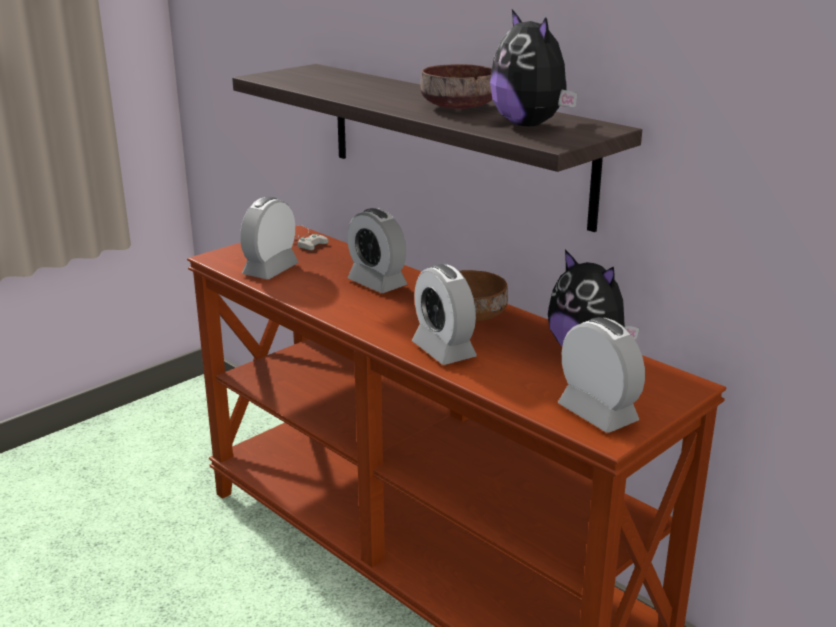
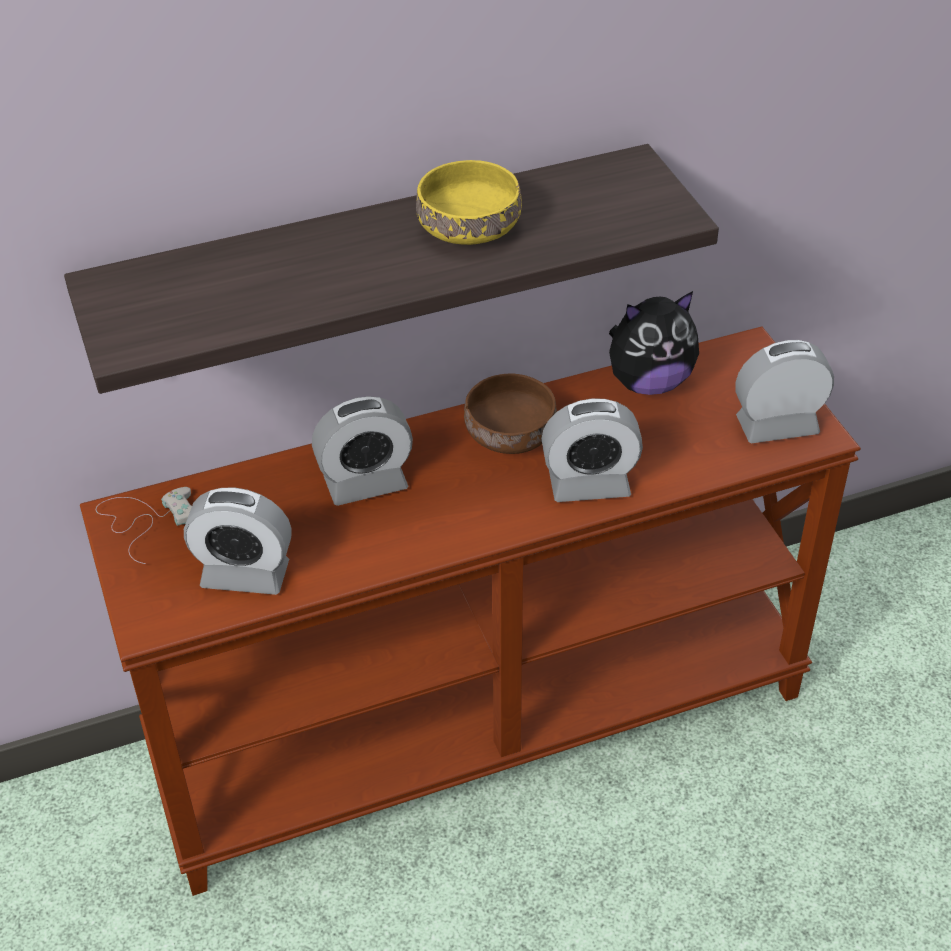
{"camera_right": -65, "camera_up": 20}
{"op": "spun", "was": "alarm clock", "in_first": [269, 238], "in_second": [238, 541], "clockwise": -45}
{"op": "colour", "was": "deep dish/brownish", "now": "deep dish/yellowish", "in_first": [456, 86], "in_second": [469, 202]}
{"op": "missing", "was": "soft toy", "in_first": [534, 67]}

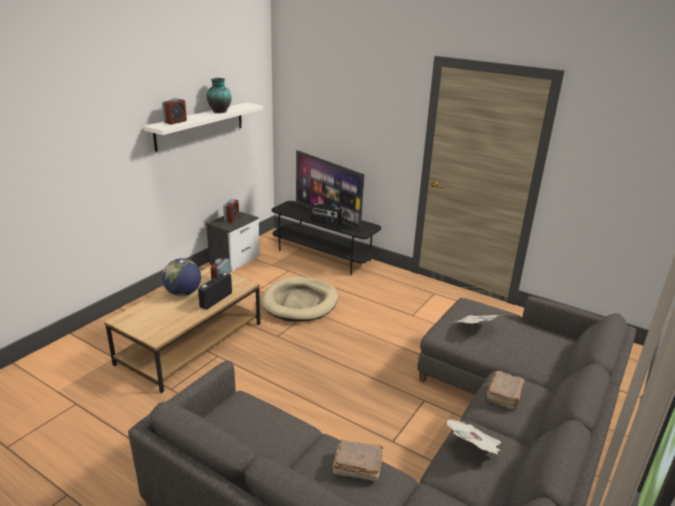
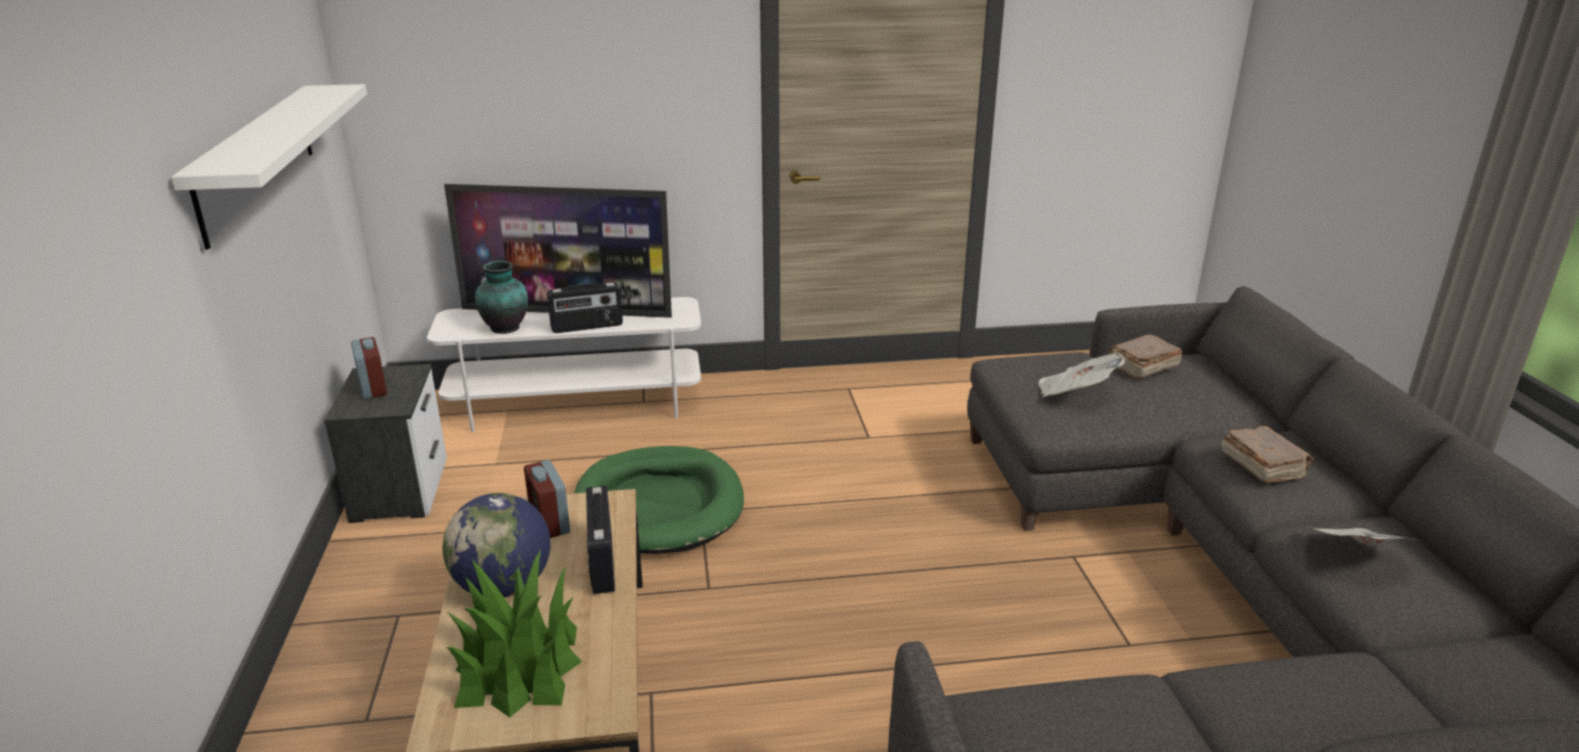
{"camera_right": -40, "camera_up": 0}
{"op": "missing", "was": "alarm clock", "in_first": [174, 111]}
{"op": "relocated", "was": "decorative vase", "in_first": [219, 95], "in_second": [501, 297]}
{"op": "colour", "was": "dog cushion/sand-coloured", "now": "dog cushion/greenish", "in_first": [299, 299], "in_second": [659, 500]}
{"op": "colour", "was": "media console/black-coloured", "now": "media console/white-coloured", "in_first": [326, 238], "in_second": [564, 364]}
{"op": "relocated", "was": "bound book/brownish", "in_first": [357, 461], "in_second": [1145, 357]}
{"op": "appeared", "now": "potted plant", "in_second": [513, 634]}

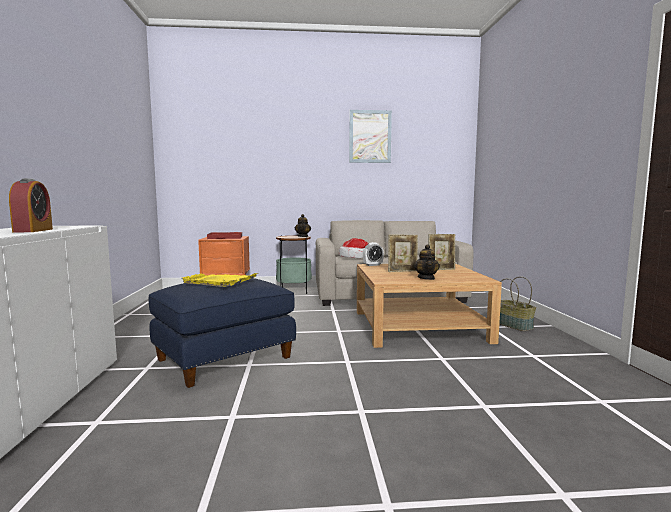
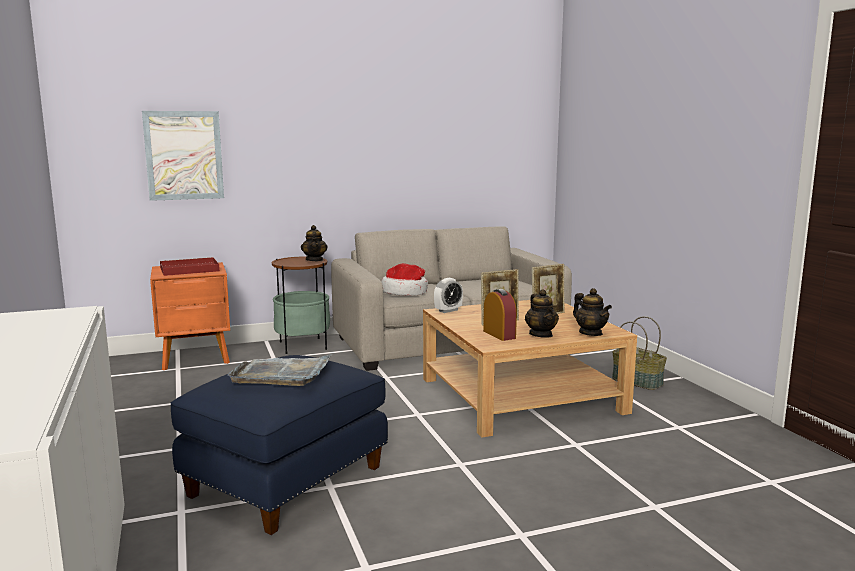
{"camera_right": -15, "camera_up": 5}
{"op": "relocated", "was": "alarm clock", "in_first": [31, 205], "in_second": [500, 315]}
{"op": "colour", "was": "tray/yellowish", "now": "tray/grey", "in_first": [219, 280], "in_second": [279, 370]}
{"op": "relocated", "was": "wall picture", "in_first": [370, 136], "in_second": [183, 156]}
{"op": "appeared", "now": "teapot", "in_second": [592, 312]}

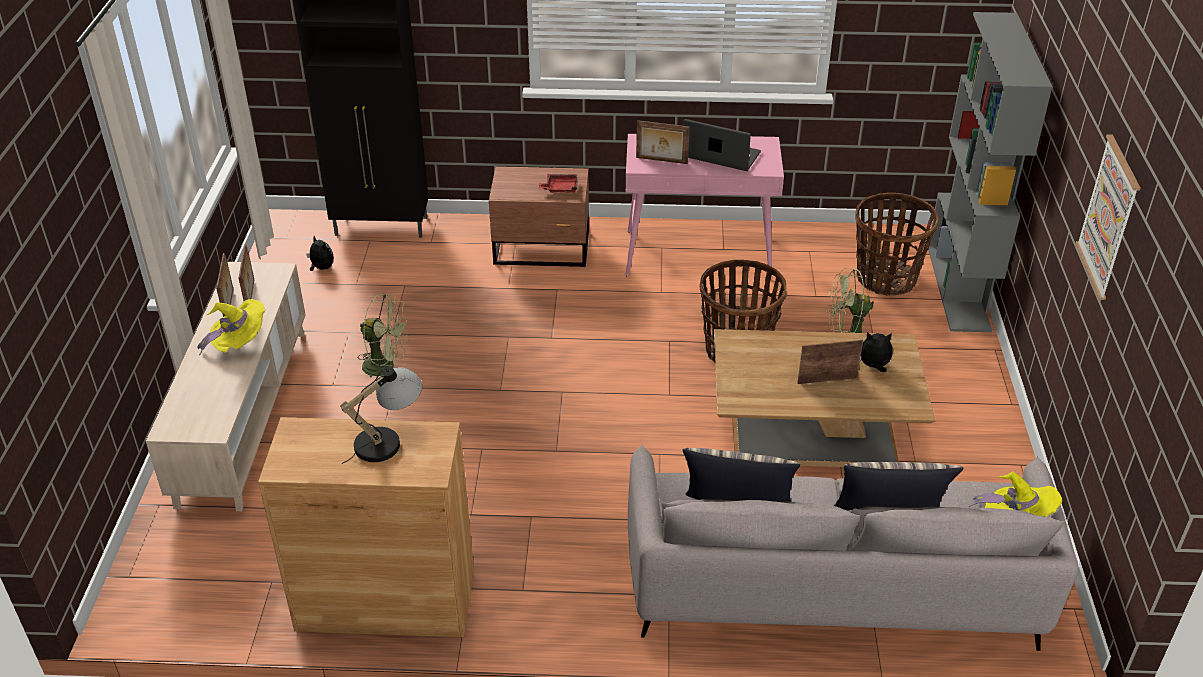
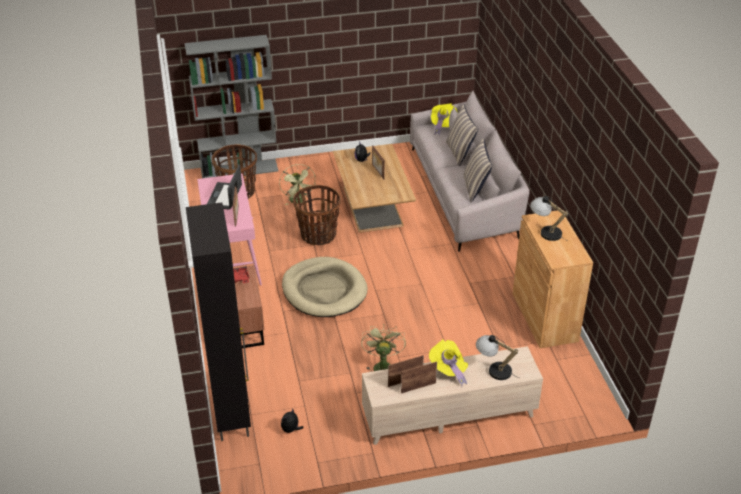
{"camera_right": -105, "camera_up": 0}
{"op": "missing", "was": "wall picture", "in_first": [1108, 217]}
{"op": "appeared", "now": "dog cushion/sand-coloured", "in_second": [325, 287]}
{"op": "appeared", "now": "table lamp", "in_second": [497, 357]}

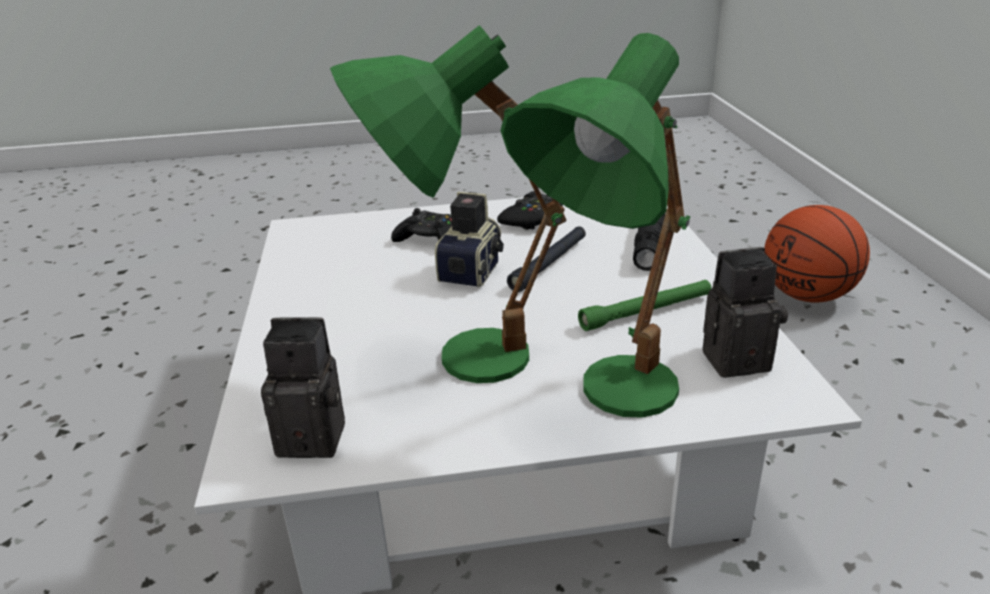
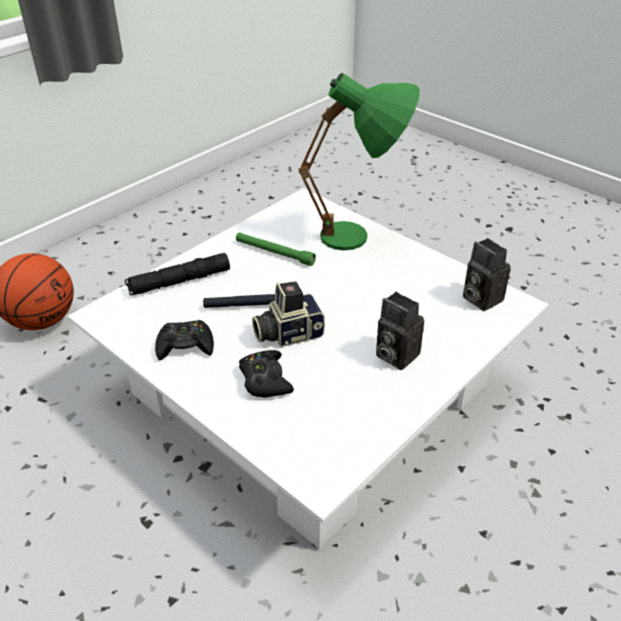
{"camera_right": -130, "camera_up": 10}
{"op": "missing", "was": "table lamp/greenish", "in_first": [448, 204]}
{"op": "relocated", "was": "still camera", "in_first": [745, 312], "in_second": [400, 331]}

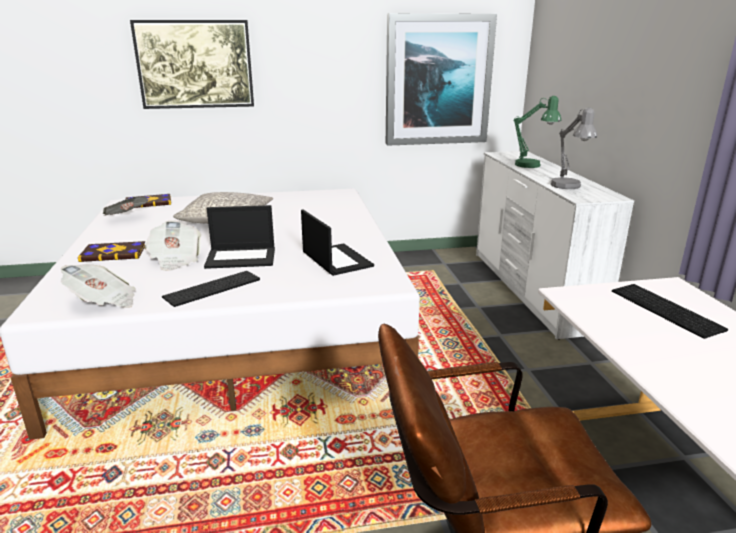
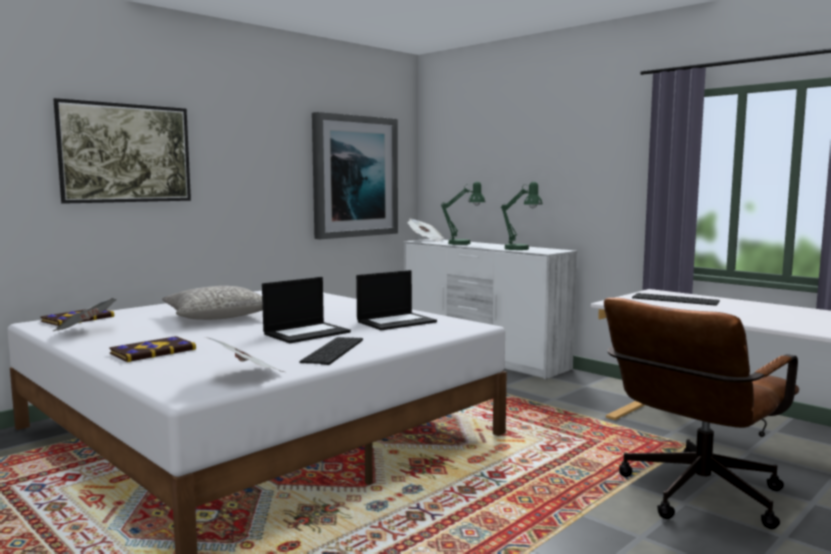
{"camera_right": -35, "camera_up": -15}
{"op": "relocated", "was": "printed paper", "in_first": [173, 245], "in_second": [425, 230]}
{"op": "spun", "was": "portable computer", "in_first": [337, 243], "in_second": [396, 300], "clockwise": 120}
{"op": "colour", "was": "table lamp/grey", "now": "table lamp/greenish", "in_first": [574, 148], "in_second": [522, 215]}

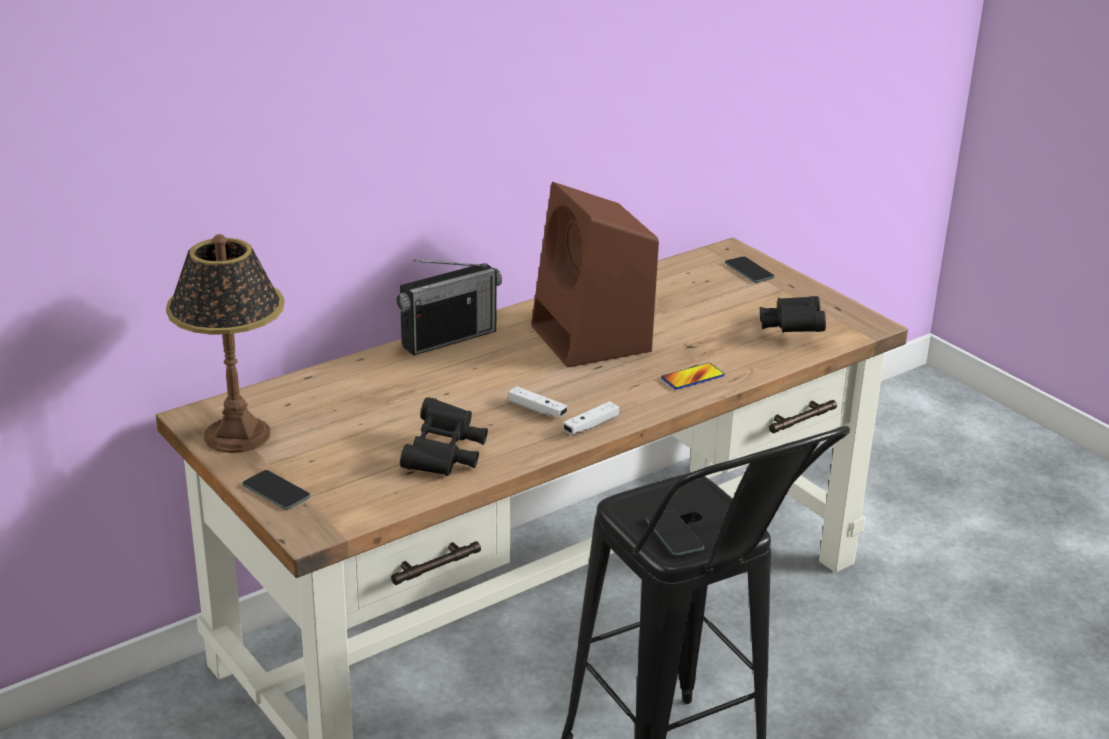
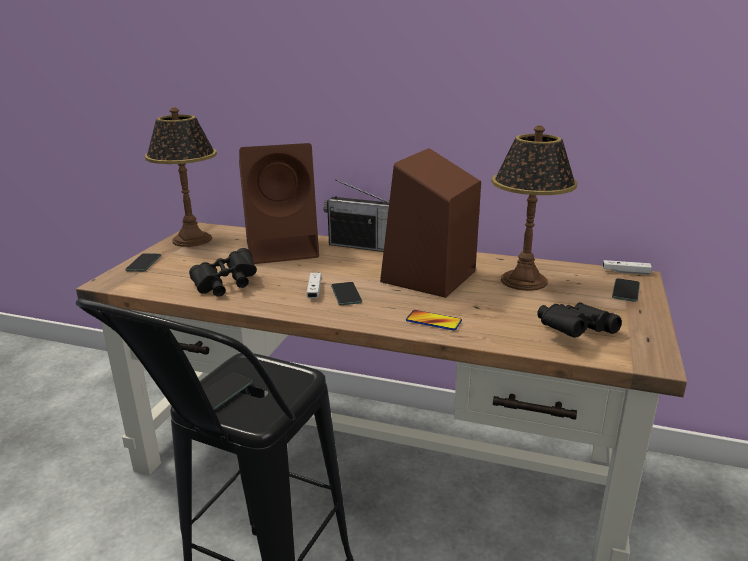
{"camera_right": 55, "camera_up": -5}
{"op": "relocated", "was": "gamepad/white-coloured", "in_first": [591, 417], "in_second": [627, 267]}
{"op": "appeared", "now": "speaker/brownish", "in_second": [279, 203]}
{"op": "appeared", "now": "handset", "in_second": [346, 293]}
{"op": "appeared", "now": "table lamp", "in_second": [534, 208]}

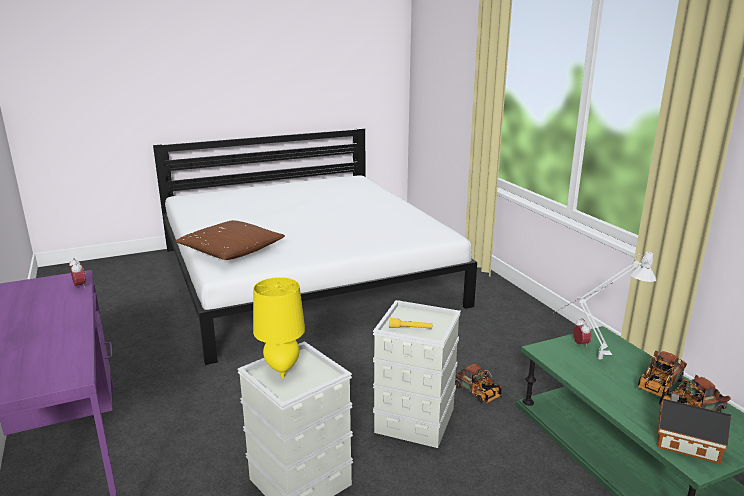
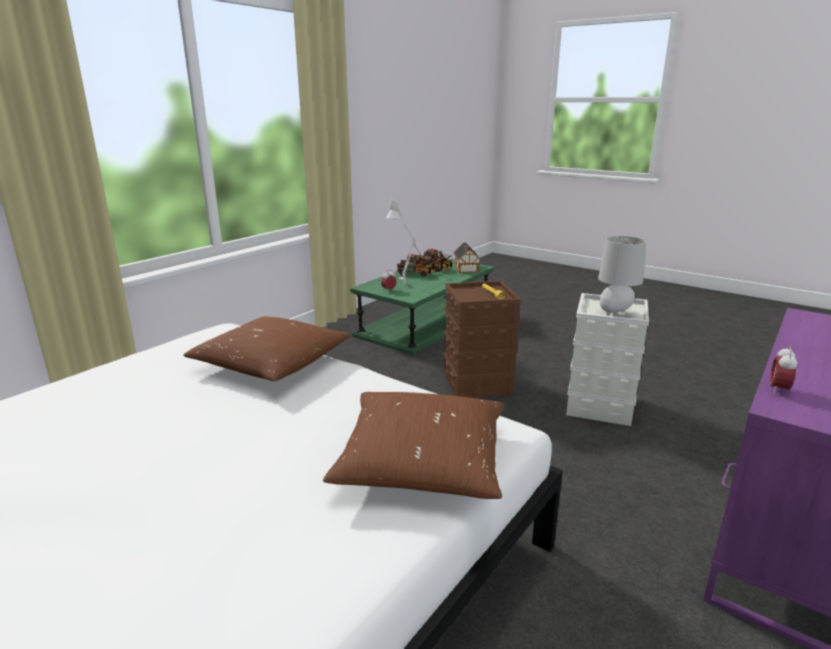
{"camera_right": -120, "camera_up": 0}
{"op": "colour", "was": "table lamp/yellowish", "now": "table lamp/grey", "in_first": [279, 327], "in_second": [622, 276]}
{"op": "colour", "was": "storage box/grey", "now": "storage box/brownish", "in_first": [417, 374], "in_second": [482, 339]}
{"op": "missing", "was": "toy truck", "in_first": [478, 383]}
{"op": "appeared", "now": "cushion/brownish", "in_second": [266, 348]}

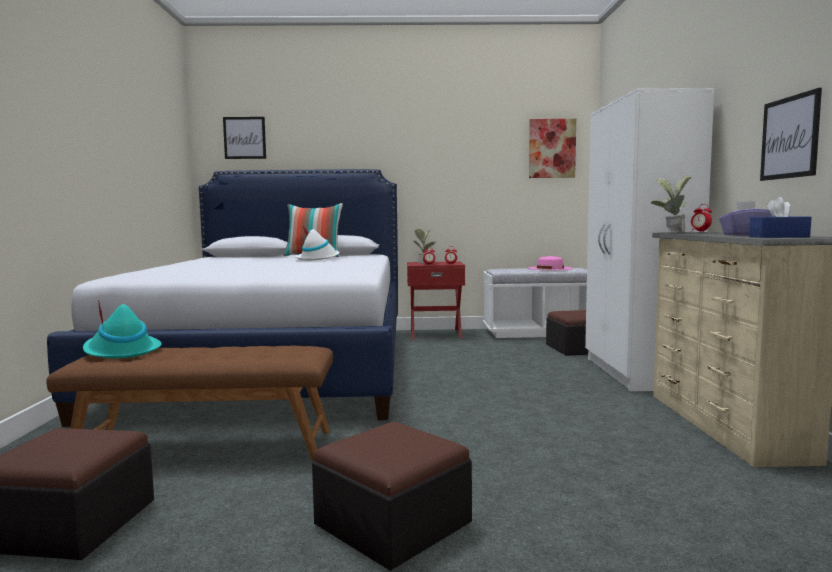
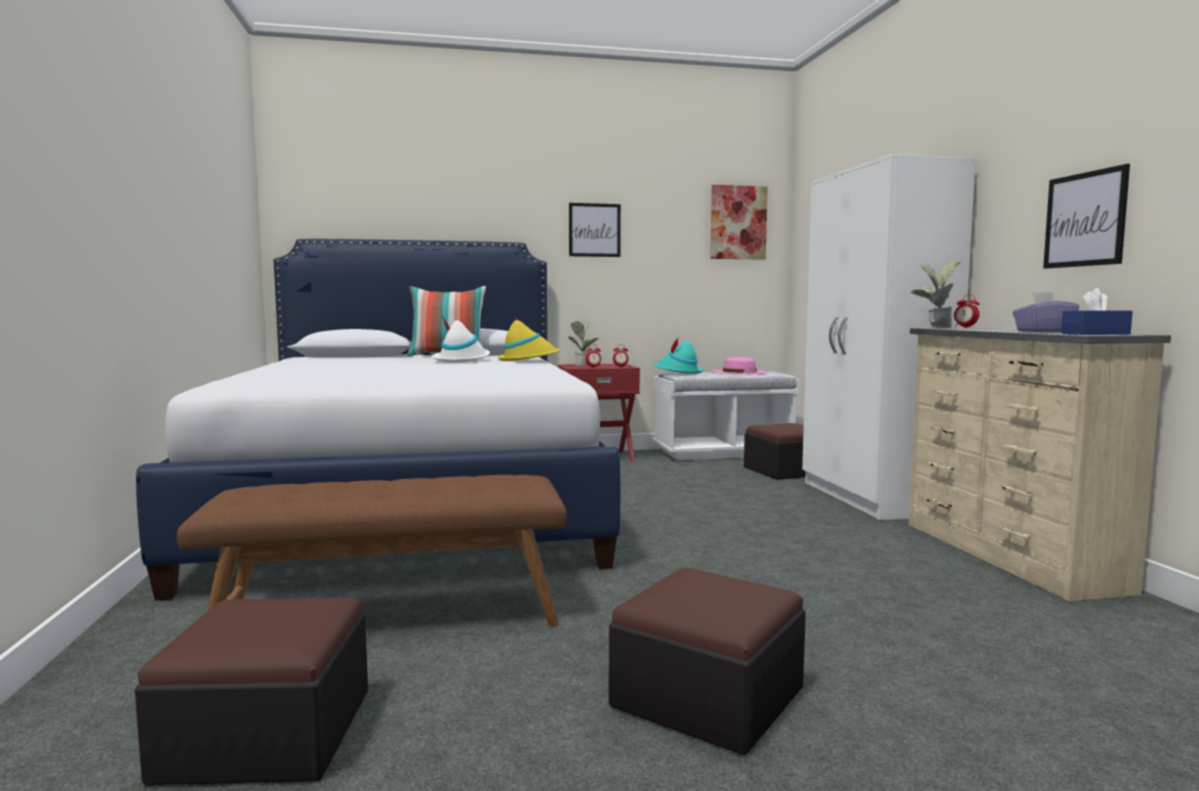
{"camera_right": -10, "camera_up": 0}
{"op": "relocated", "was": "clothing hat/turquoise-coloured", "in_first": [122, 329], "in_second": [679, 356]}
{"op": "relocated", "was": "wall picture", "in_first": [244, 138], "in_second": [595, 230]}
{"op": "appeared", "now": "clothing hat/yellowish", "in_second": [528, 338]}

